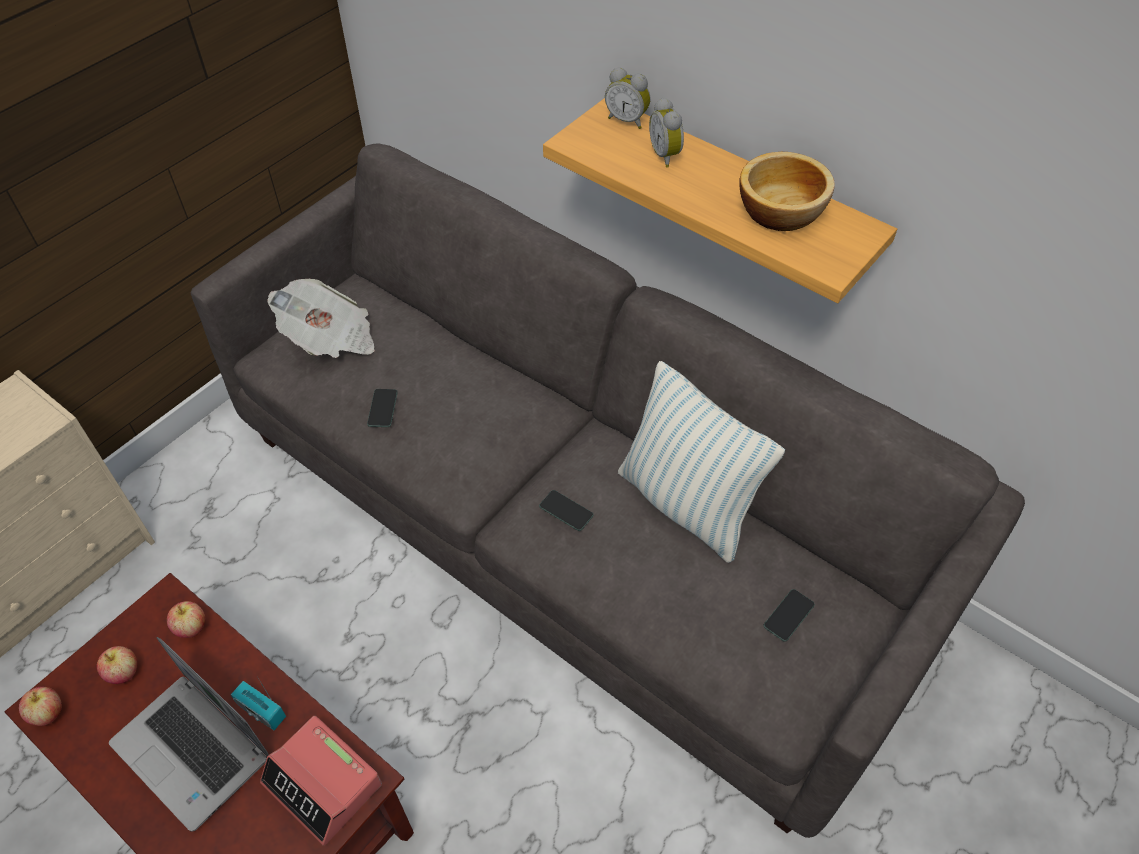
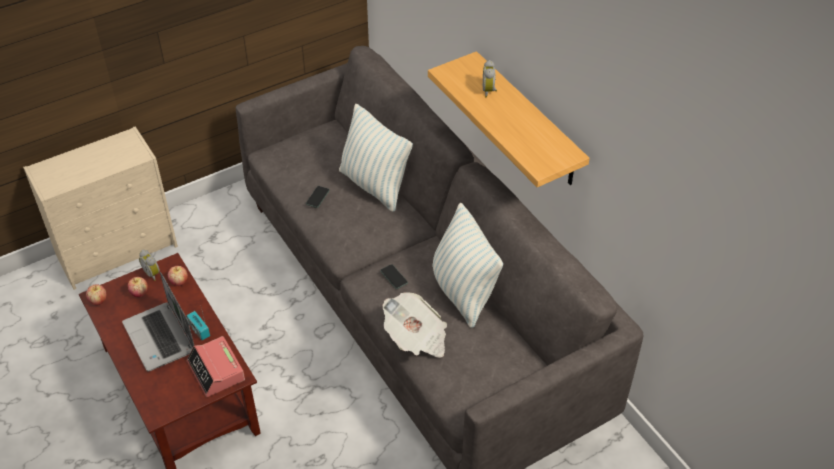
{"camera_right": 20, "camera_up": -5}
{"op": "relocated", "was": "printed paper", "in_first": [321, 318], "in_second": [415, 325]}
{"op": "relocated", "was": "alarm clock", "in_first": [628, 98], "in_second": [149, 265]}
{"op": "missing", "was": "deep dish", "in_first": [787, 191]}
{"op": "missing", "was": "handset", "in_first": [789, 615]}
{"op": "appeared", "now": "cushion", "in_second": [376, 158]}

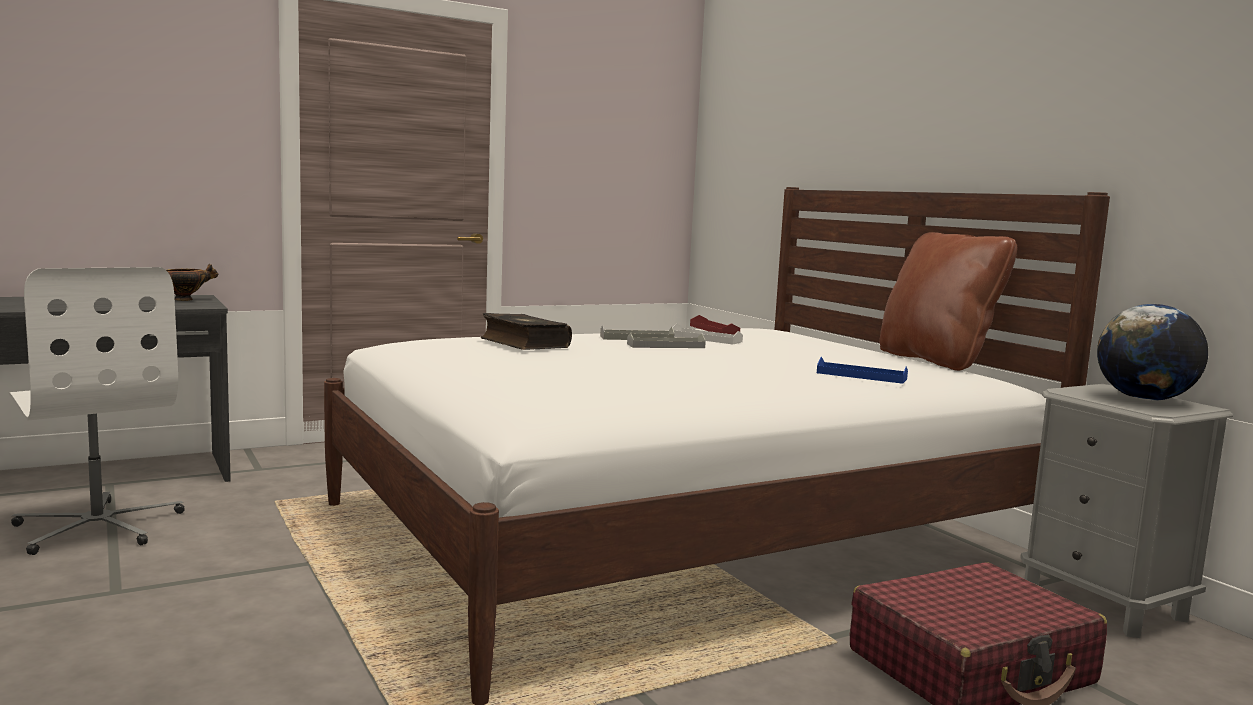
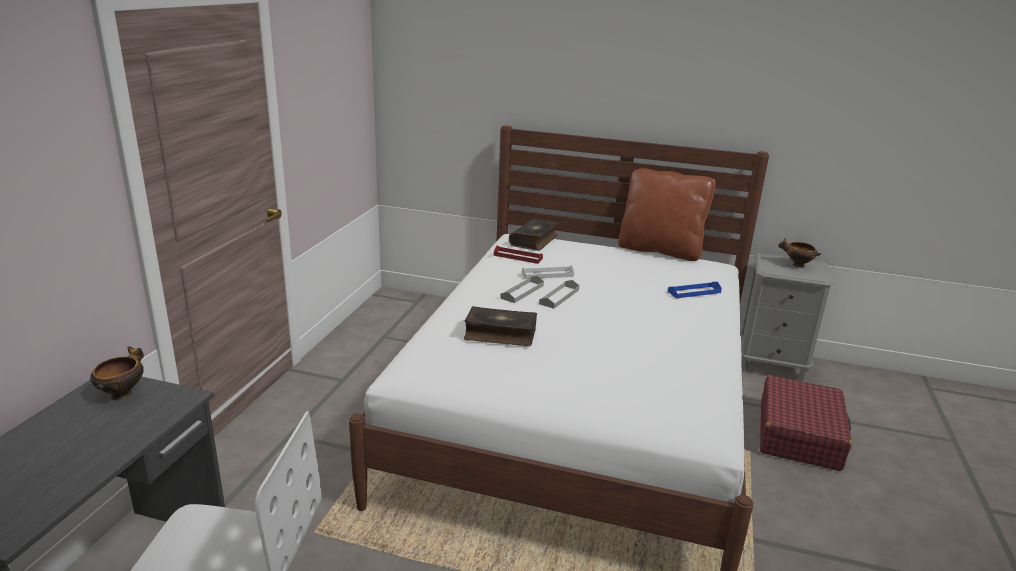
{"camera_right": -45, "camera_up": 15}
{"op": "exchanged", "was": "world globe", "now": "deep dish", "in_first": [1152, 352], "in_second": [799, 253]}
{"op": "appeared", "now": "bound book", "in_second": [533, 234]}

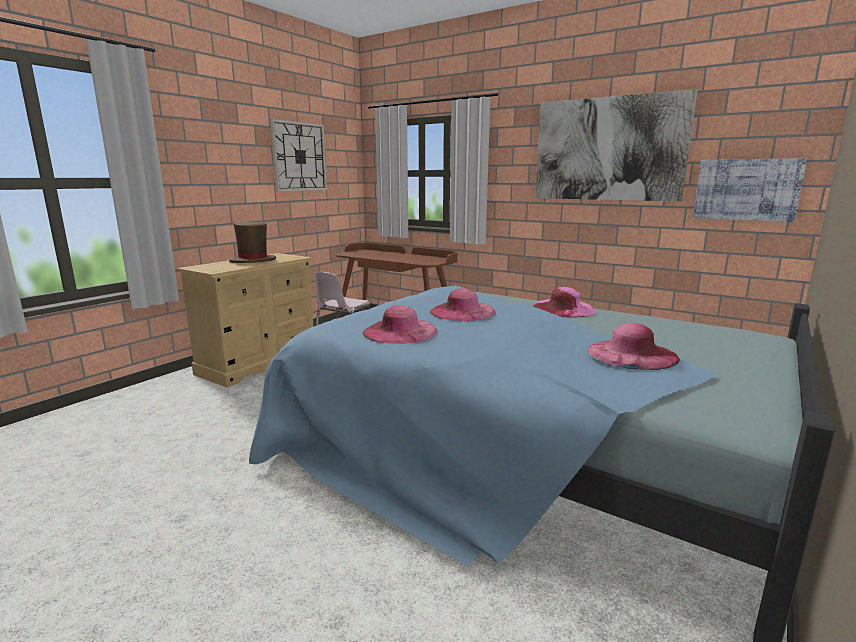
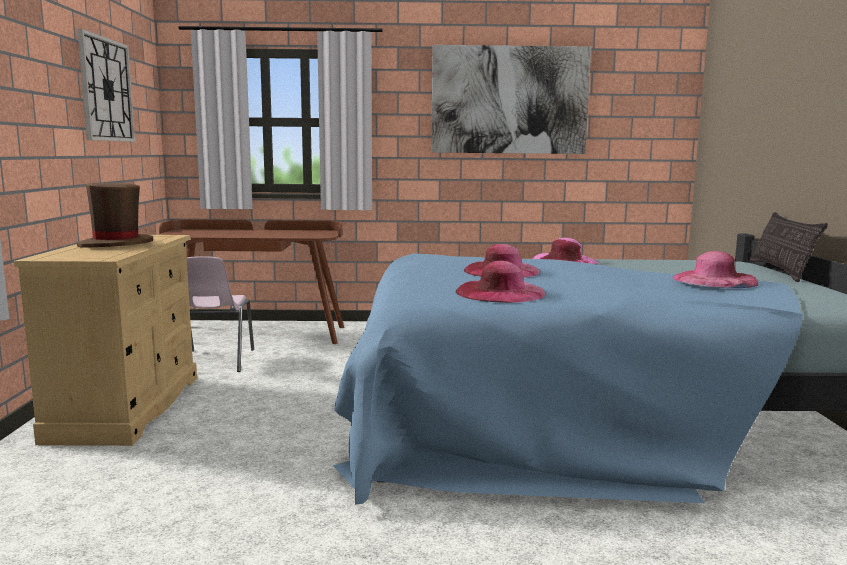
{"camera_right": -35, "camera_up": -5}
{"op": "missing", "was": "wall picture", "in_first": [750, 190]}
{"op": "appeared", "now": "cushion", "in_second": [788, 247]}

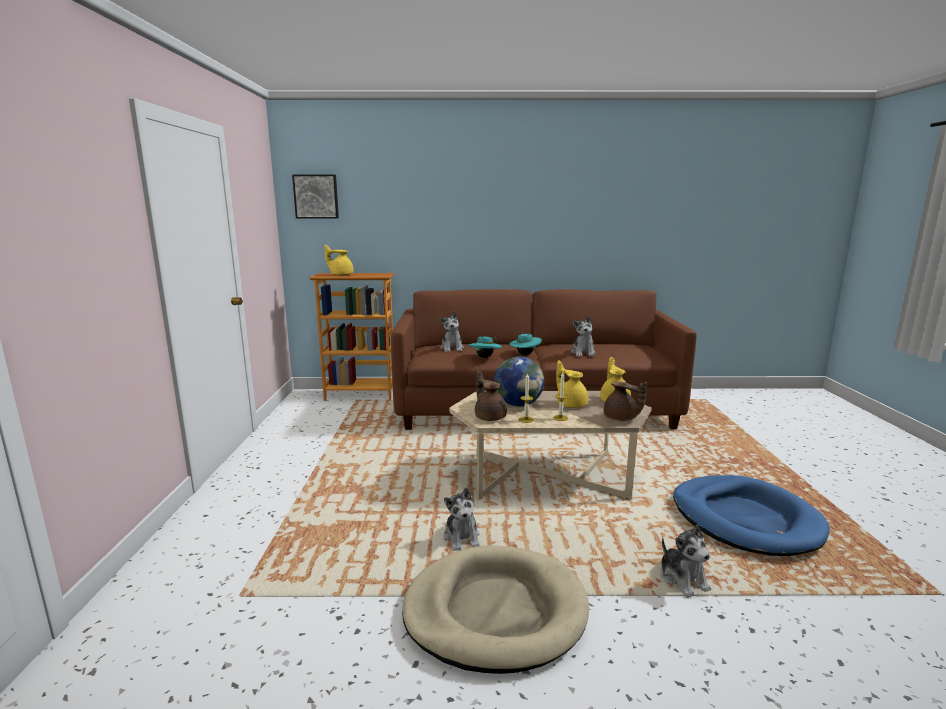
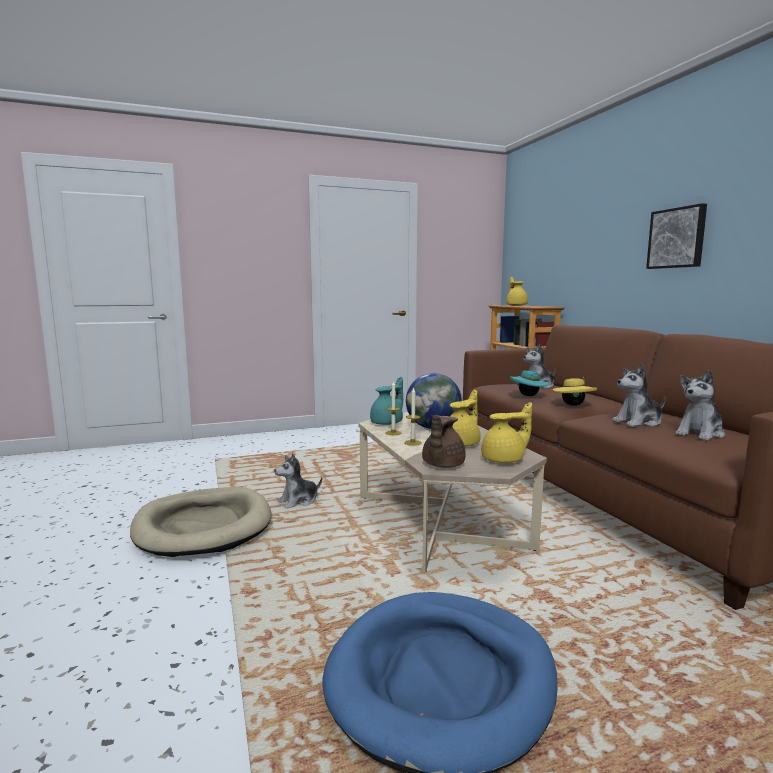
{"camera_right": 70, "camera_up": -5}
{"op": "relocated", "was": "wall picture", "in_first": [315, 197], "in_second": [676, 236]}
{"op": "colour", "was": "teapot/brownish", "now": "teapot/turquoise-coloured", "in_first": [491, 395], "in_second": [386, 401]}
{"op": "colour", "was": "clothing hat/turquoise-coloured", "now": "clothing hat/yellowish", "in_first": [526, 343], "in_second": [575, 391]}
{"op": "relocated", "was": "soft toy", "in_first": [685, 561], "in_second": [700, 405]}

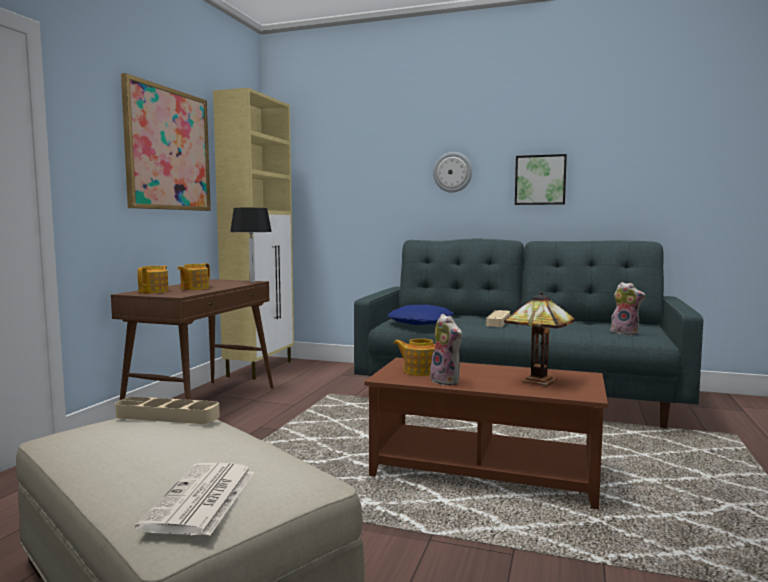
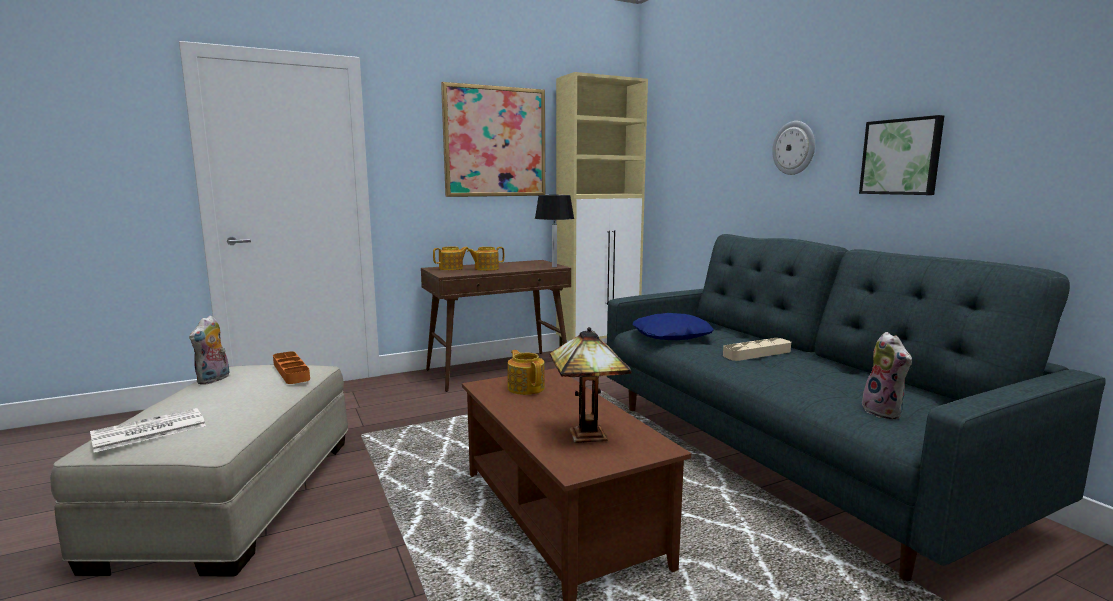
{"camera_right": 45, "camera_up": 5}
{"op": "colour", "was": "tray/sand-coloured", "now": "tray/orangey", "in_first": [167, 410], "in_second": [291, 367]}
{"op": "relocated", "was": "soft toy", "in_first": [446, 350], "in_second": [209, 350]}

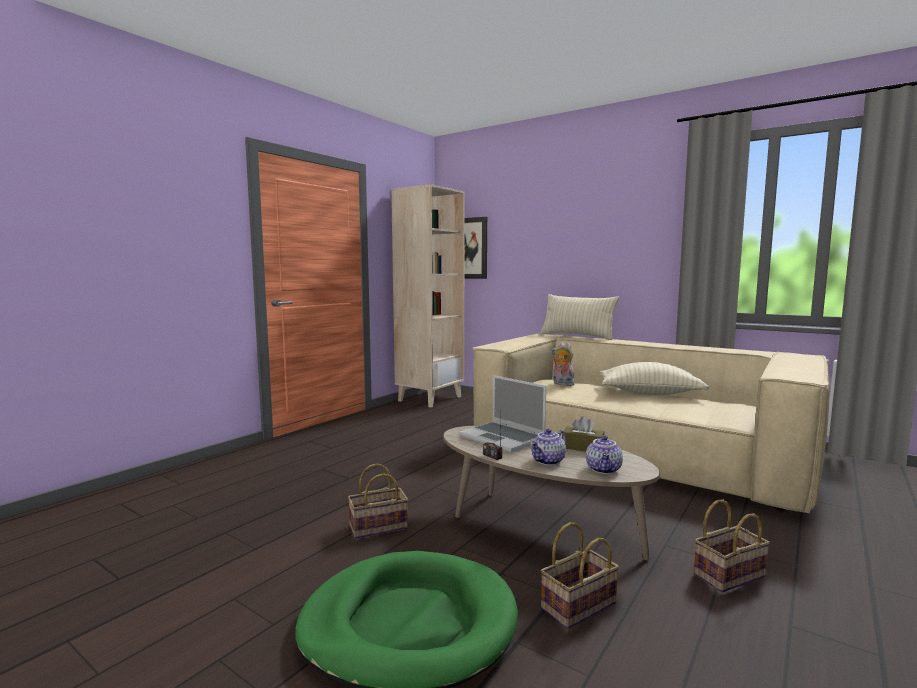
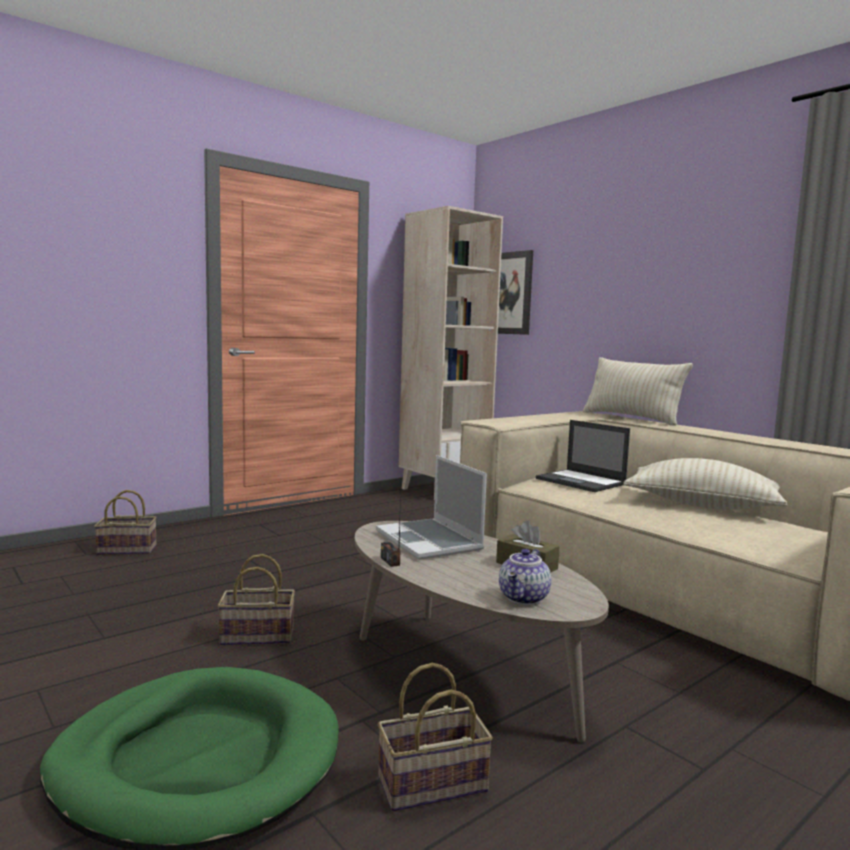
{"camera_right": 15, "camera_up": 0}
{"op": "missing", "was": "teapot", "in_first": [548, 447]}
{"op": "exchanged", "was": "soft toy", "now": "portable computer", "in_first": [563, 364], "in_second": [583, 456]}
{"op": "relocated", "was": "basket", "in_first": [731, 546], "in_second": [125, 522]}

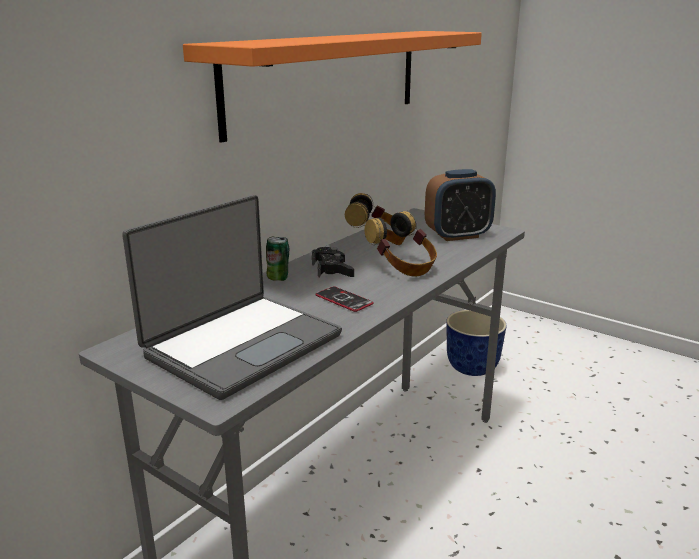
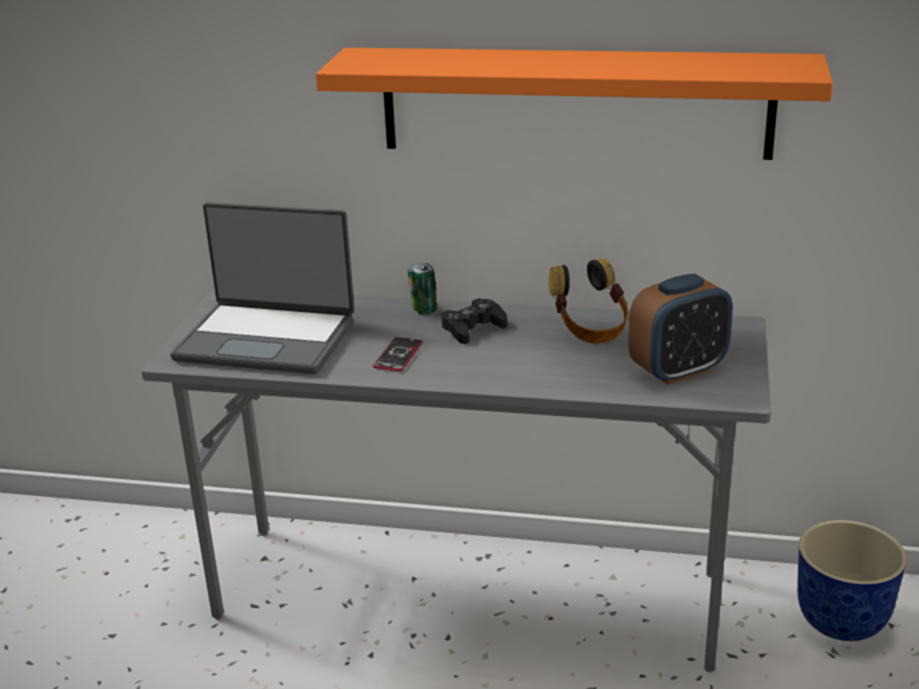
{"camera_right": 65, "camera_up": 5}
{"op": "missing", "was": "headset", "in_first": [401, 244]}
{"op": "spun", "was": "alarm clock", "in_first": [460, 205], "in_second": [680, 329], "clockwise": -75}

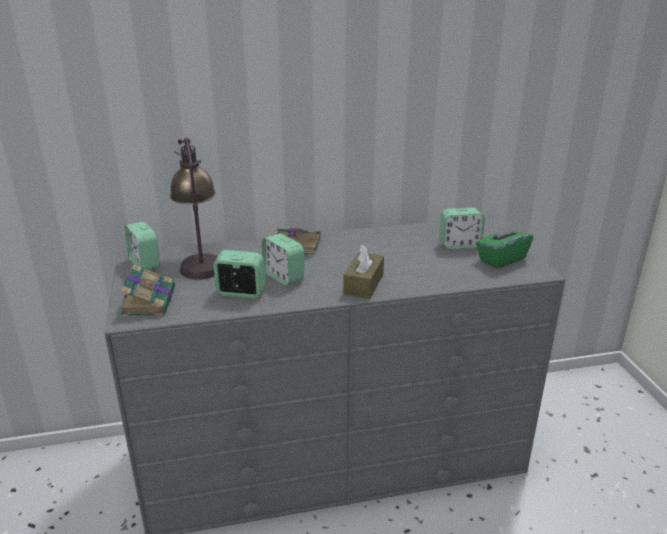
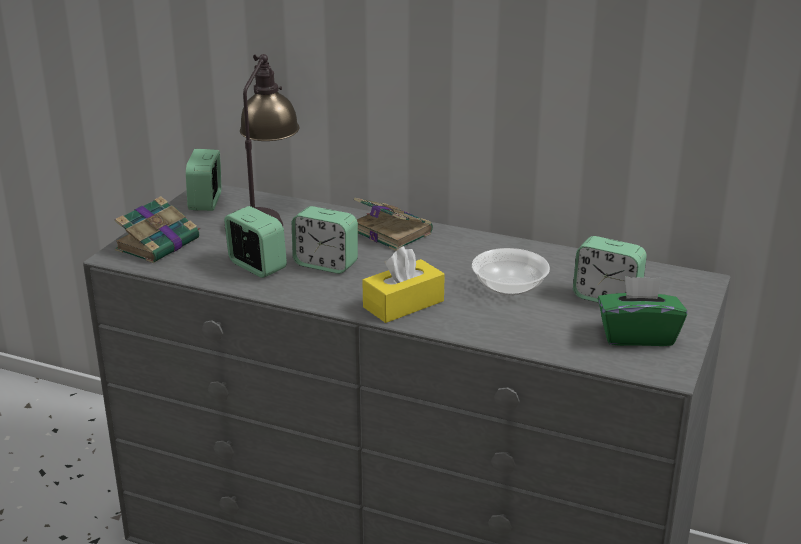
{"camera_right": 35, "camera_up": 0}
{"op": "spun", "was": "alarm clock", "in_first": [283, 260], "in_second": [325, 240], "clockwise": -60}
{"op": "colour", "was": "box of tissues/brownish", "now": "box of tissues/yellowish", "in_first": [363, 272], "in_second": [403, 284]}
{"op": "appeared", "now": "deep dish", "in_second": [511, 272]}

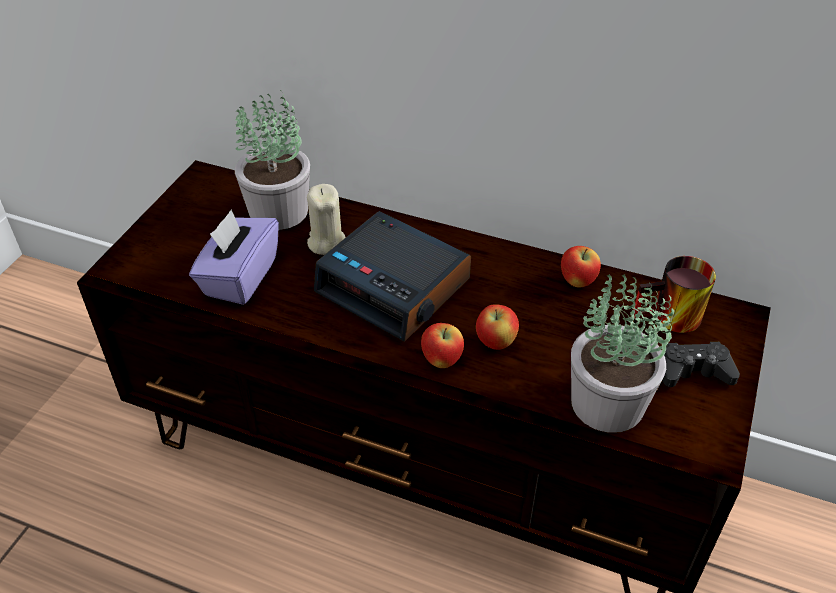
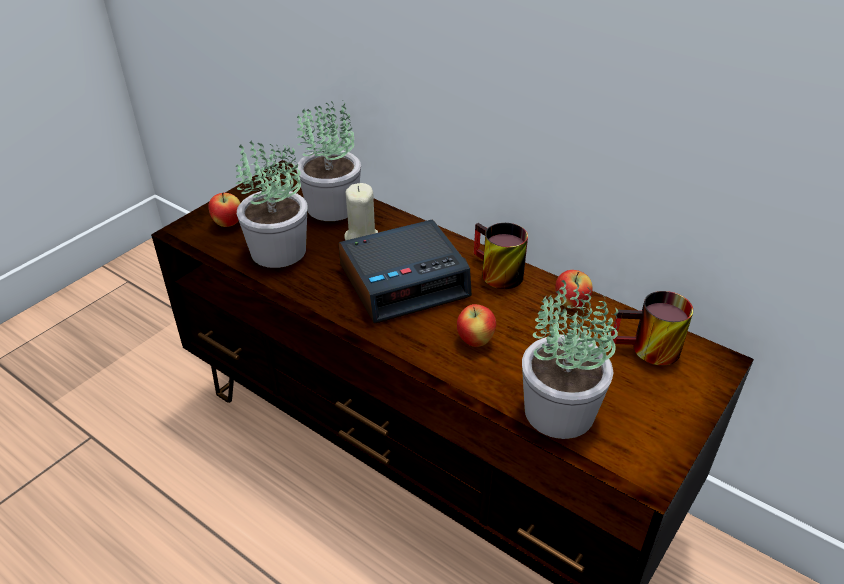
{"camera_right": 15, "camera_up": -5}
{"op": "exchanged", "was": "box of tissues/purplish", "now": "potted plant", "in_first": [234, 257], "in_second": [272, 204]}
{"op": "spun", "was": "alarm clock", "in_first": [392, 276], "in_second": [405, 271], "clockwise": -75}
{"op": "relocated", "was": "apple fruit", "in_first": [442, 345], "in_second": [224, 210]}
{"op": "missing", "was": "gamepad/black-coloured", "in_first": [701, 364]}
{"op": "appeared", "now": "mug", "in_second": [500, 256]}

